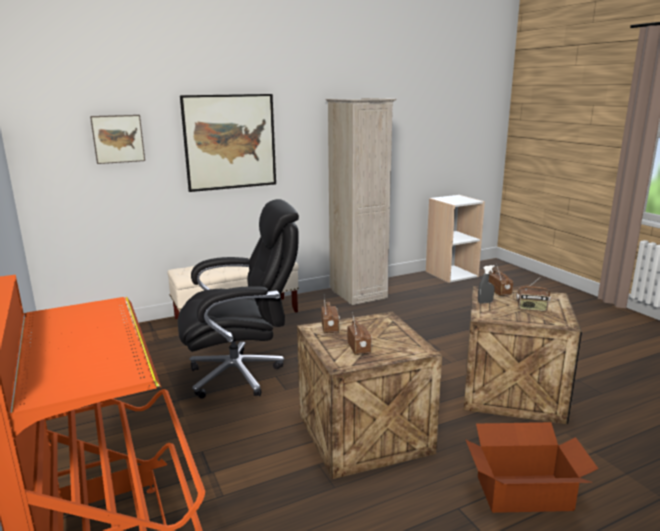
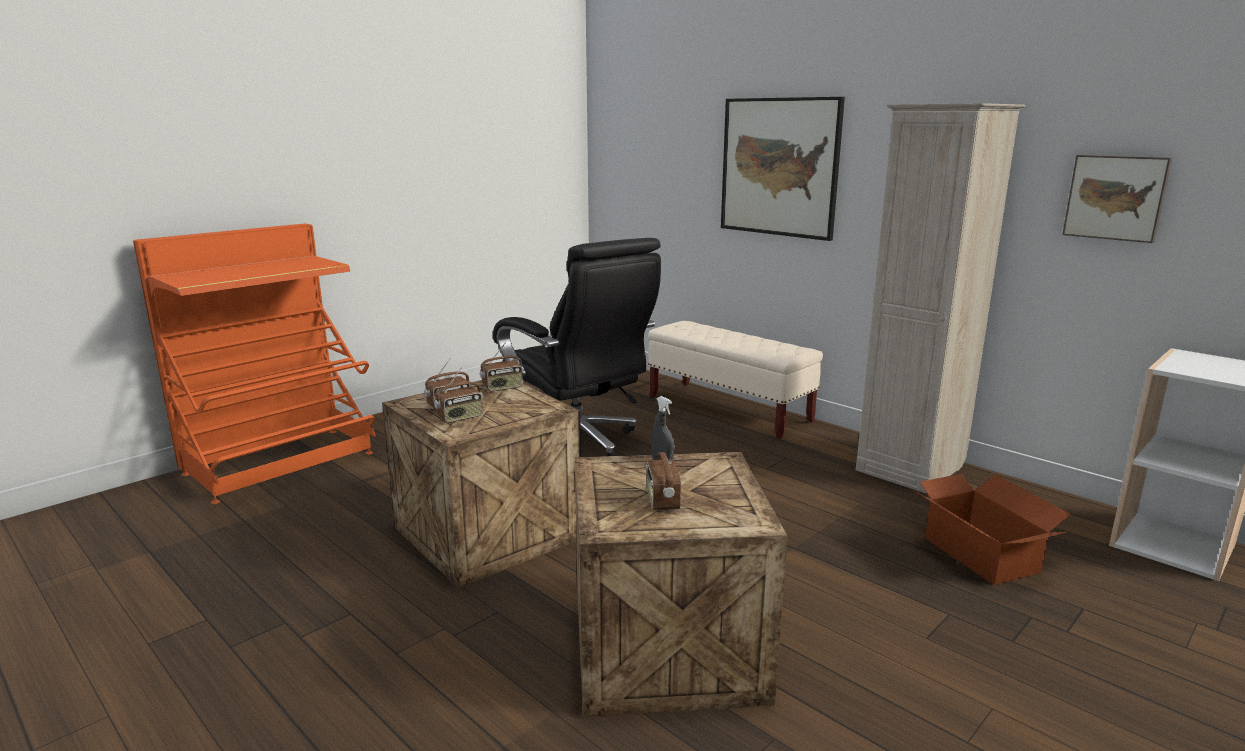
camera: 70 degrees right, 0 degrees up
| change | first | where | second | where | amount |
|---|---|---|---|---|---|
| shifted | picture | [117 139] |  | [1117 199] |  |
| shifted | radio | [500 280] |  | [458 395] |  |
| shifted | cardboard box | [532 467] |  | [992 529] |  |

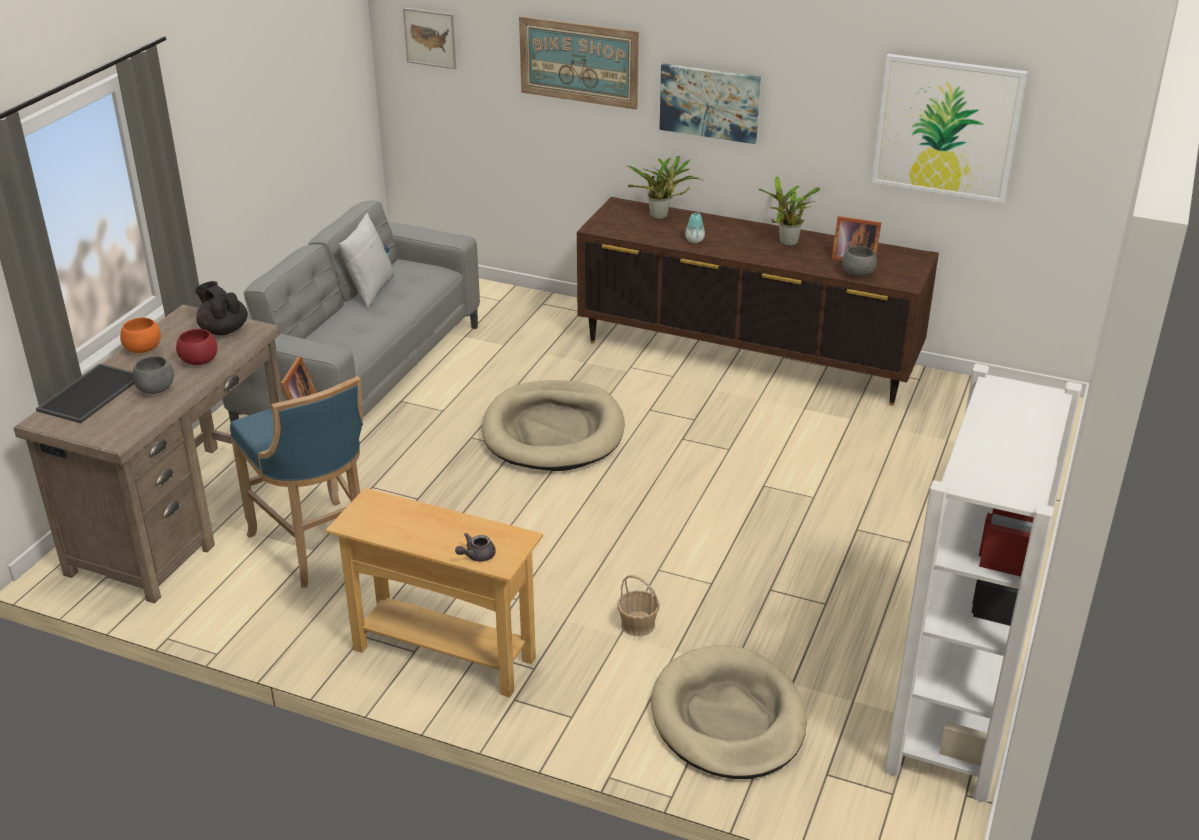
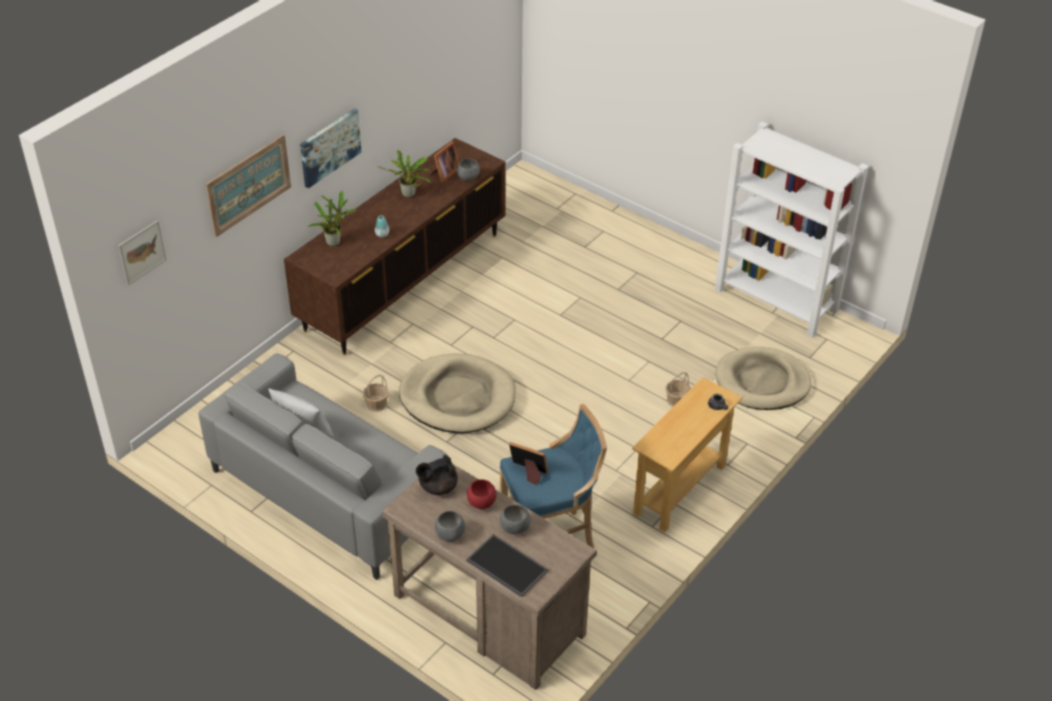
camera: 75 degrees left, 10 degrees up
| change | first | where | second | where | amount |
|---|---|---|---|---|---|
| gone | picture | [949 128] |  |  |  |
| repainted | orangey serving bowl | [140 335] | greyish serving bowl | [450 526] |  |
| new |  |  | basket | [376 393] |  |

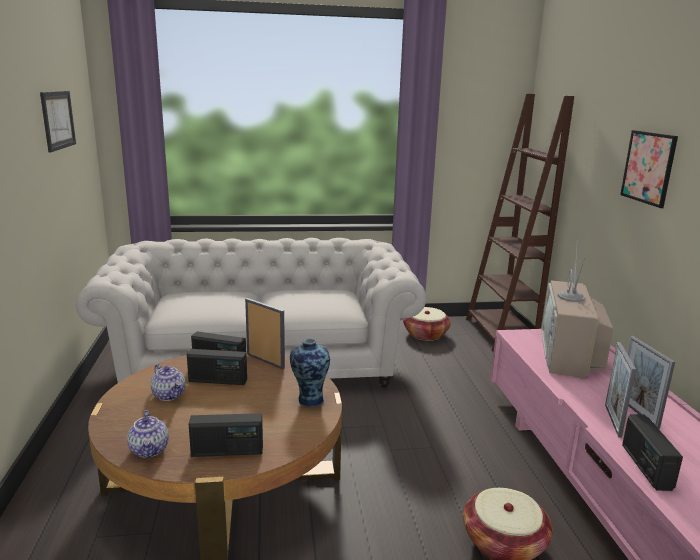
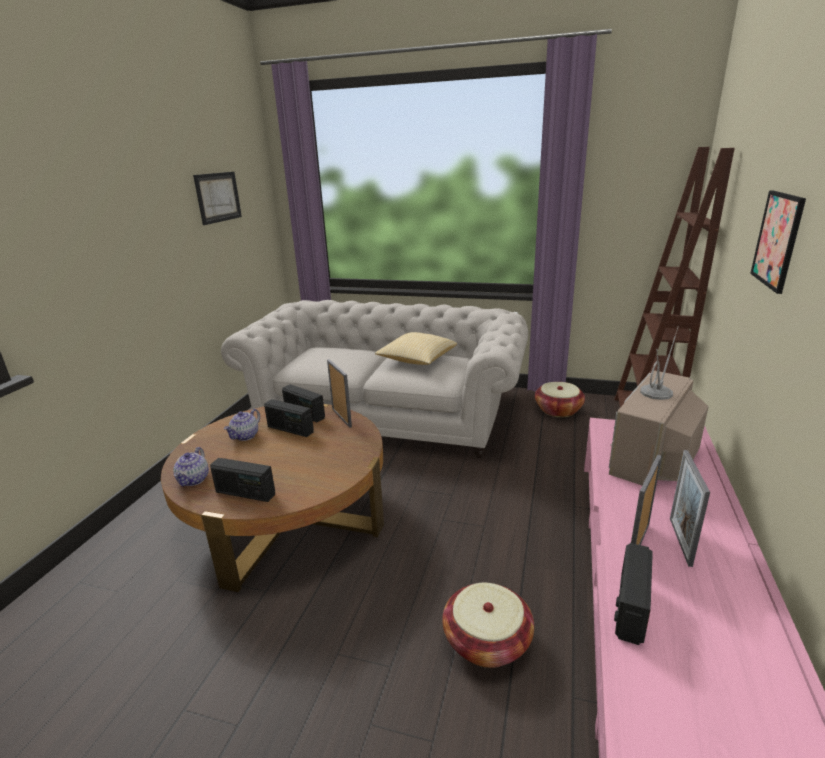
camera: 25 degrees right, 5 degrees up
| change | first | where | second | where | amount |
|---|---|---|---|---|---|
| gone | flower vase | [310 372] |  |  |  |
| rotated | teapot | [168 382] |  | [242 425] | 45 degrees clockwise |
| new |  |  | throw pillow | [416 348] |  |

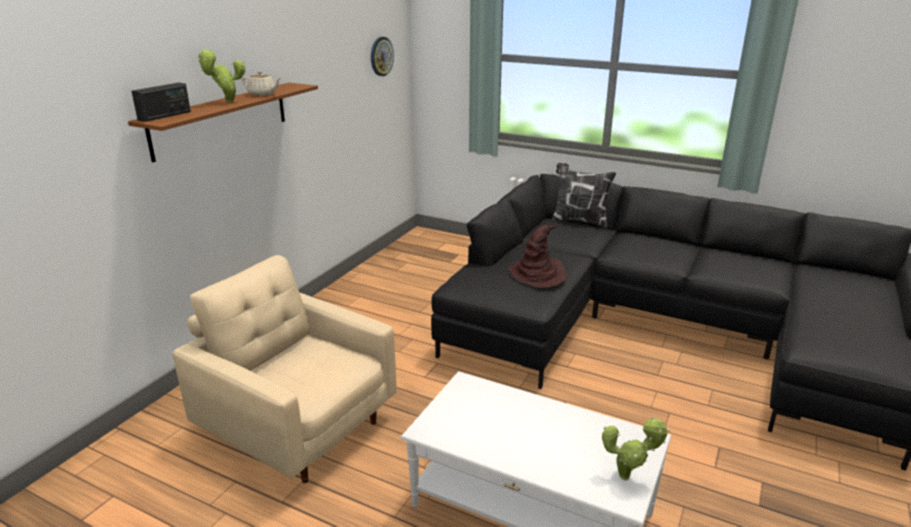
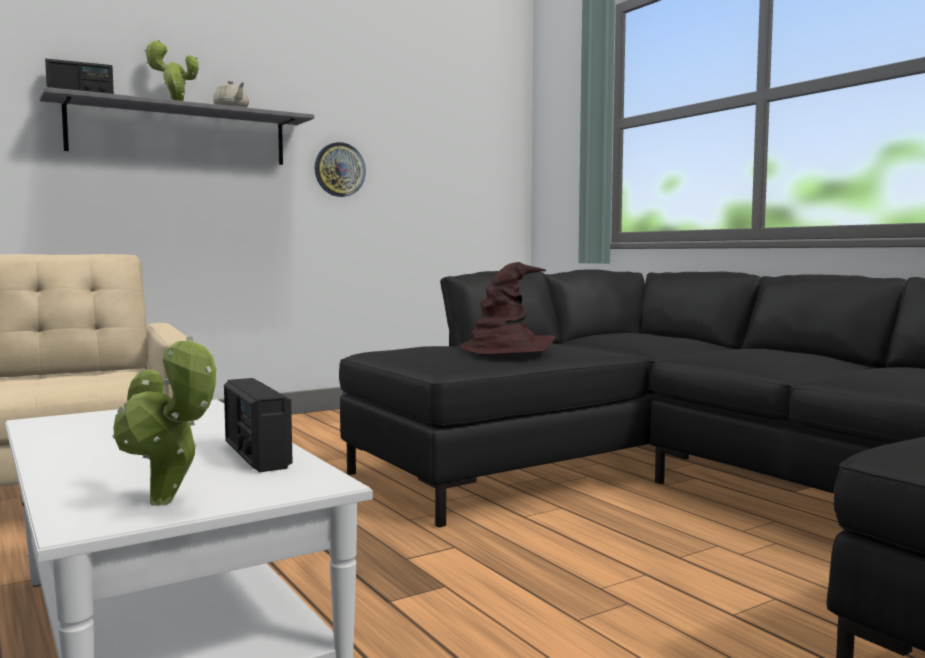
camera: 30 degrees right, 20 degrees down
| change | first | where | second | where | amount |
|---|---|---|---|---|---|
| shifted | clock on the wall | [382 56] |  | [340 169] |  |
| repainted | brown bracket shelf | [223 122] | greyish bracket shelf | [176 126] |  |
| gone | throw pillow | [584 195] |  |  |  |
| new |  |  | radio | [258 425] |  |

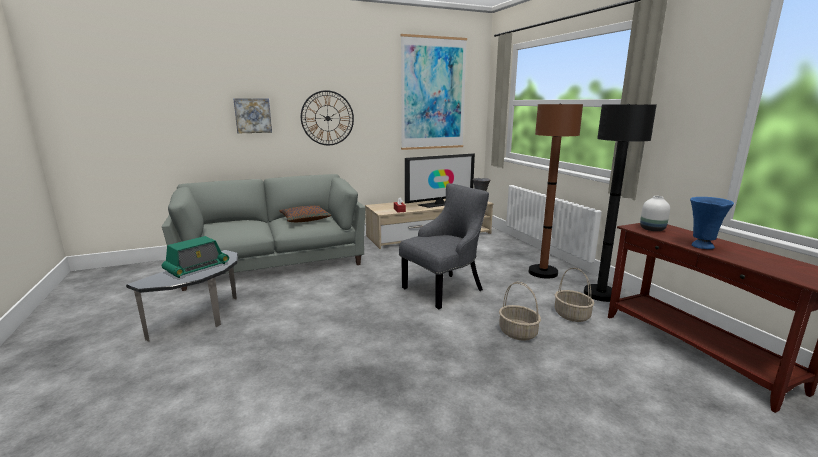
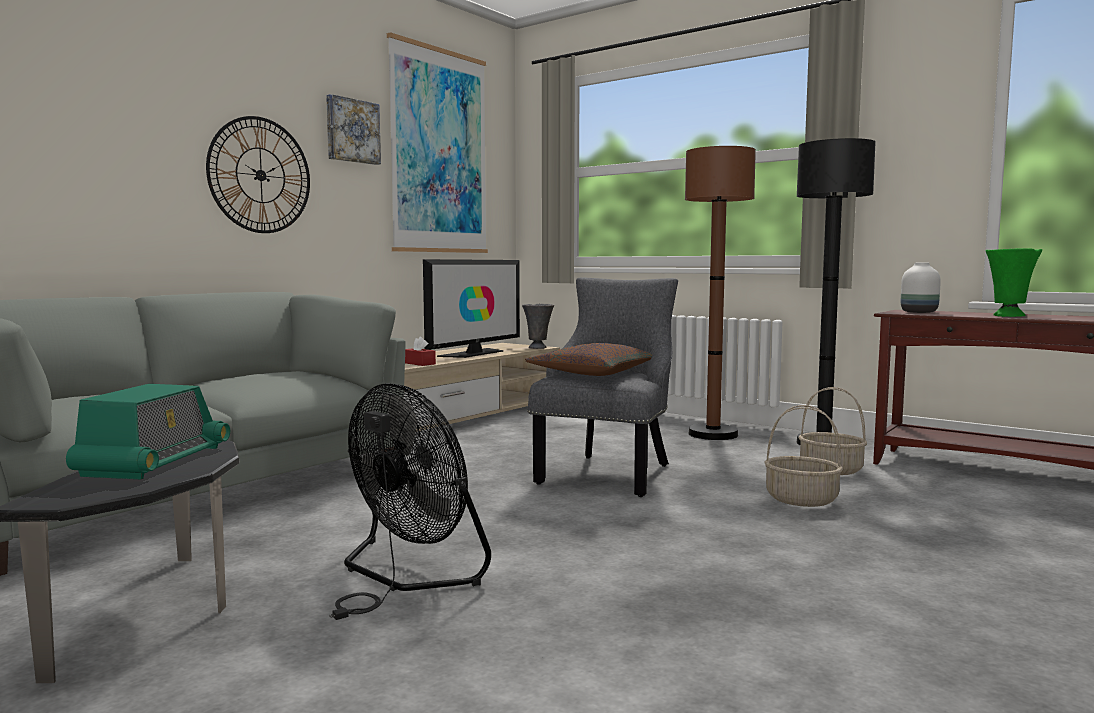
camera: 30 degrees left, 10 degrees down
| change | first | where | second | where | amount |
|---|---|---|---|---|---|
| shifted | picture | [252 115] |  | [353 129] |  |
| repainted | blue-coloured flower vase | [712 223] | greenish flower vase | [1014 282] |  |
| shifted | brown throw pillow | [305 214] |  | [588 359] |  |
| new |  |  | blackish electric fan | [410 501] |  |

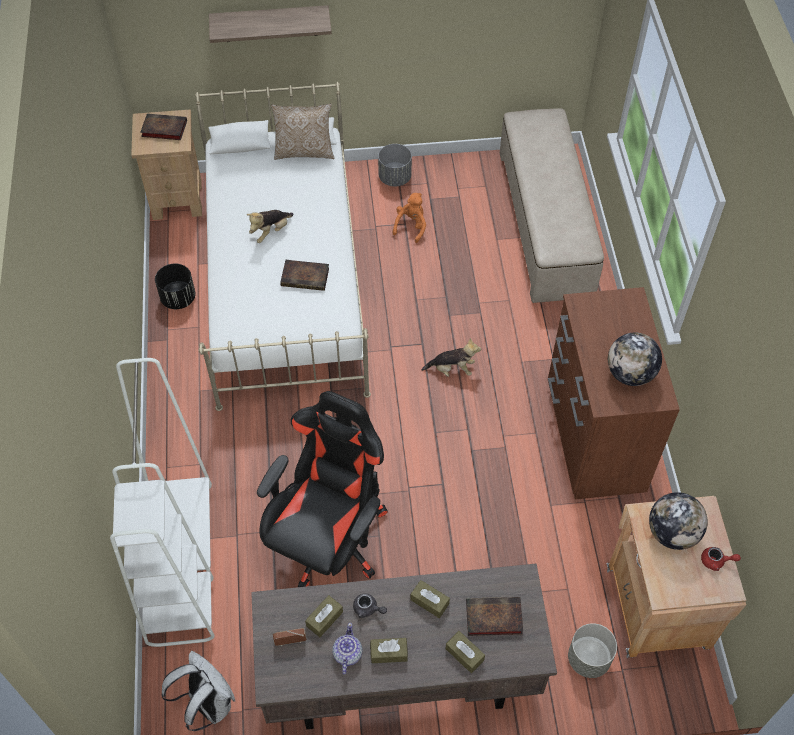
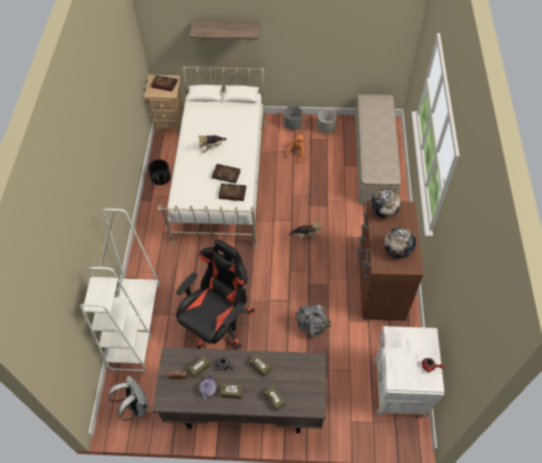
camera: 10 degrees right, 0 degrees up
| change | first | where | second | where | amount |
|---|---|---|---|---|---|
| gone | throw pillow | [303 132] |  |  |  |
| shifted | world globe | [678 521] |  | [386 203] |  |
| repainted | brown trolley | [676 577] | white-coloured trolley | [409 371] |  |
| shifted | bound book | [494 616] |  | [232 192] |  |
| shifted | greyish plant pot | [592 650] |  | [327 121] |  |
| new |  |  | greyish rucksack | [313 321] |  |

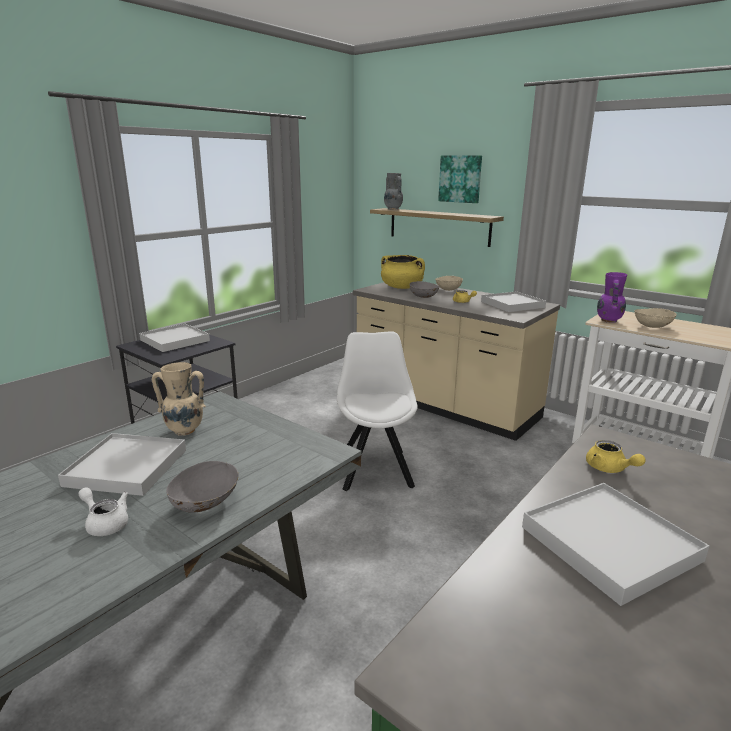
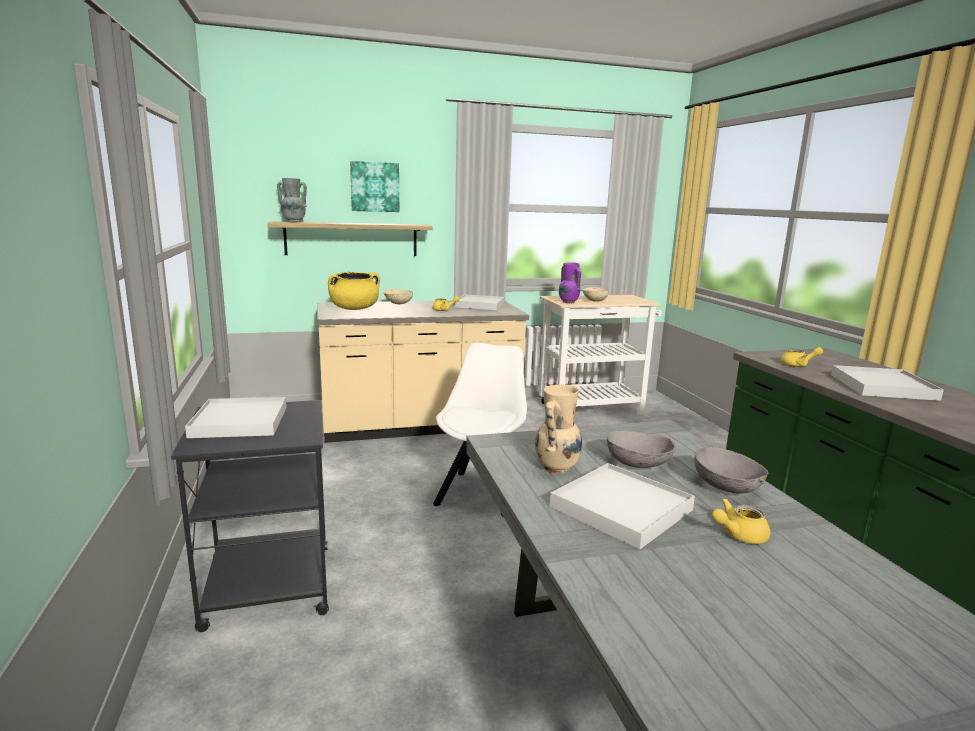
camera: 55 degrees left, 5 degrees down
| change | first | where | second | where | amount |
|---|---|---|---|---|---|
| shifted | greyish serving bowl | [424 289] |  | [641 449] |  |
| rotated | white-coloured upright chair | [377 411] |  | [480 430] | 75 degrees clockwise |
| repainted | white-coloured teapot | [103 511] | yellow teapot | [741 521] |  |

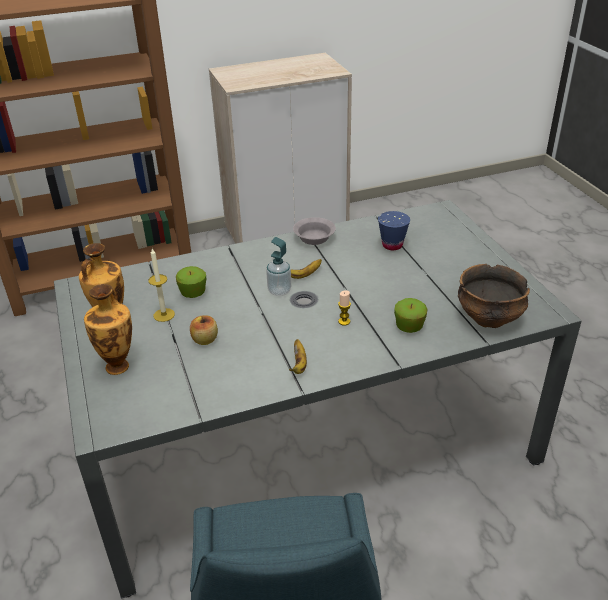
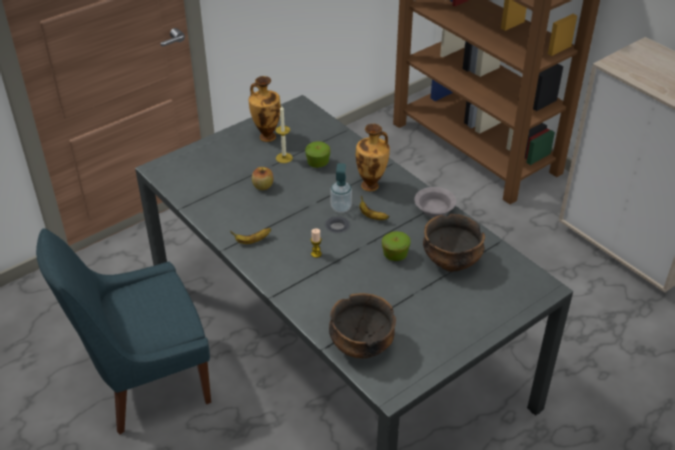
camera: 70 degrees right, 5 degrees up
| change | first | where | second | where | amount |
|---|---|---|---|---|---|
| swapped | blue-coloured small cup | [394 230] | serving bowl | [454 243] |  |
| shifted | flower vase | [108 329] |  | [373 157] |  |
| shifted | apple | [410 315] |  | [396 246] |  |

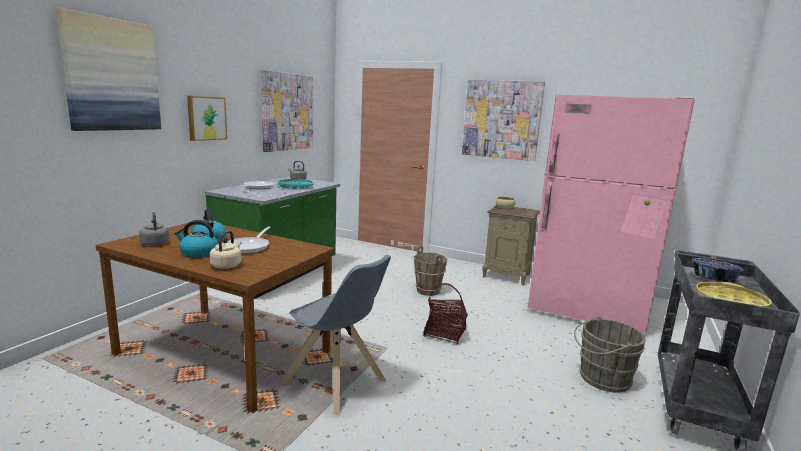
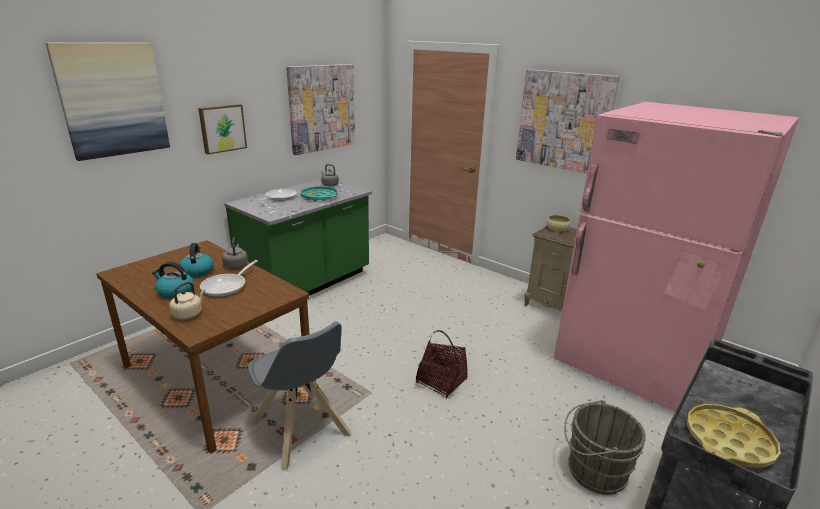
camera: 15 degrees right, 10 degrees up
| change | first | where | second | where | amount |
|---|---|---|---|---|---|
| shifted | greyish water kettle | [154 229] |  | [235 253] |  |
| gone | brown water bucket | [431 271] |  |  |  |
| gone | serving bowl | [718 270] |  |  |  |

